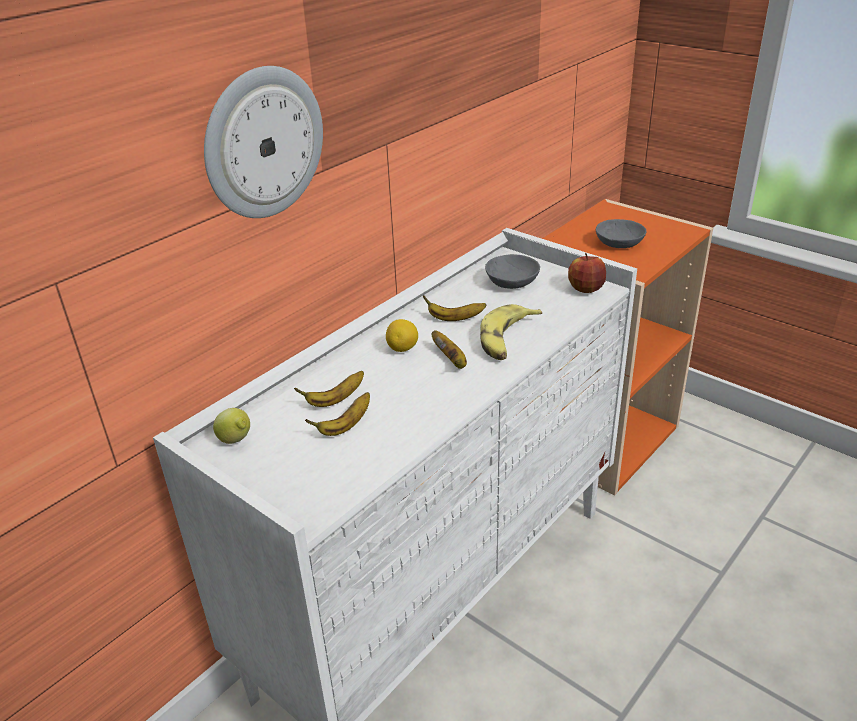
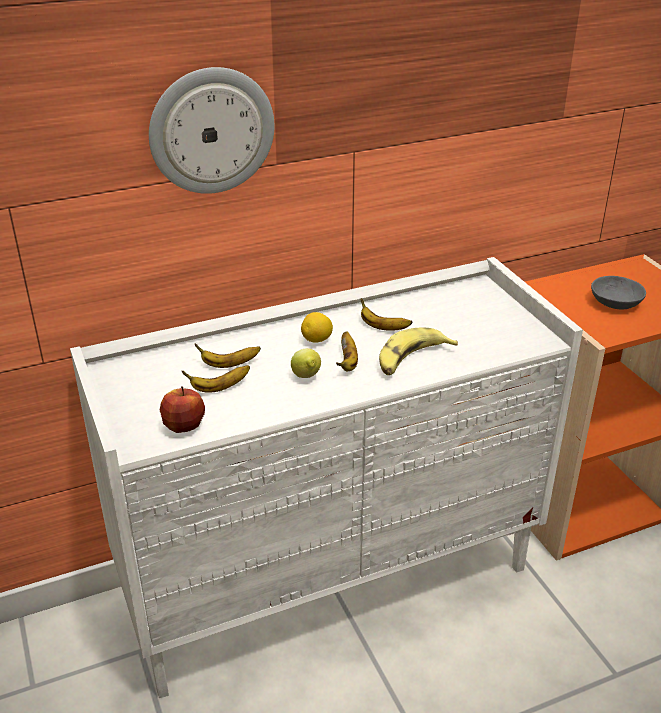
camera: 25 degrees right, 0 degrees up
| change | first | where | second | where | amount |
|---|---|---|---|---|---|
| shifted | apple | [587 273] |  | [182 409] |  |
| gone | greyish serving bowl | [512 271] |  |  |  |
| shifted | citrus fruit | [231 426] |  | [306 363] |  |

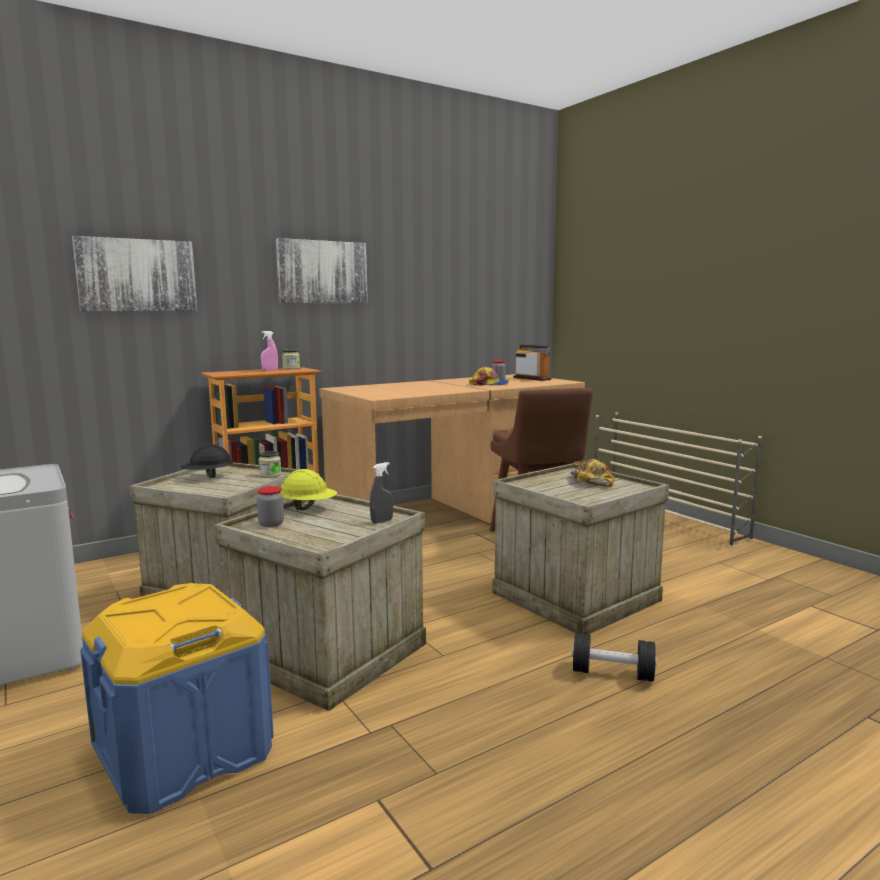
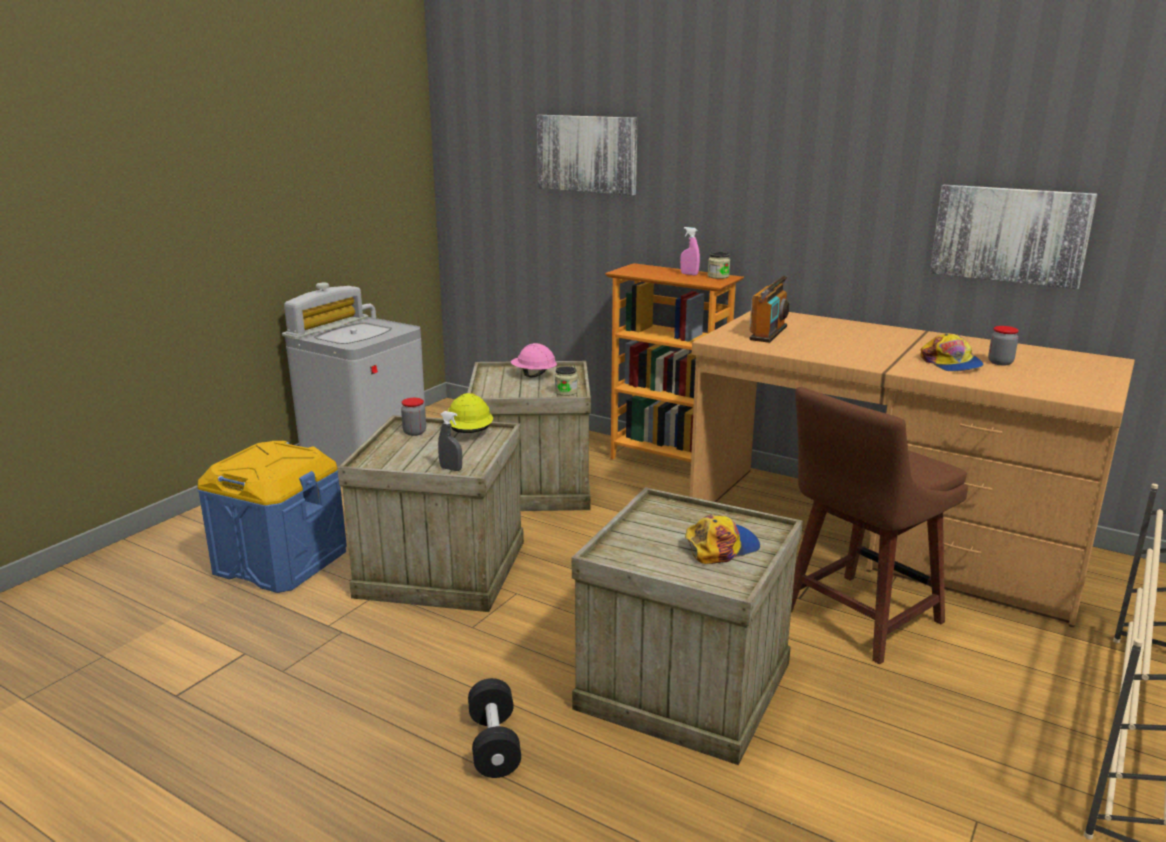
camera: 65 degrees right, 10 degrees up
| change | first | where | second | where | amount |
|---|---|---|---|---|---|
| shifted | picture | [322 270] |  | [1014 237] |  |
| shifted | radio | [532 363] |  | [769 309] |  |
| repainted | blackish work helmet | [207 461] | pinkish work helmet | [534 360] |  |

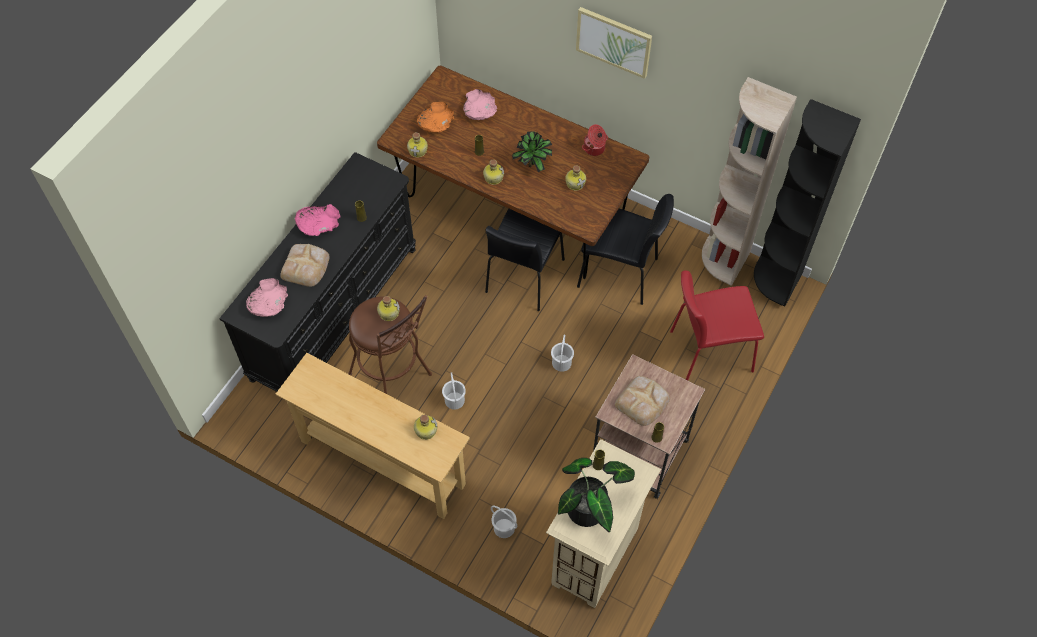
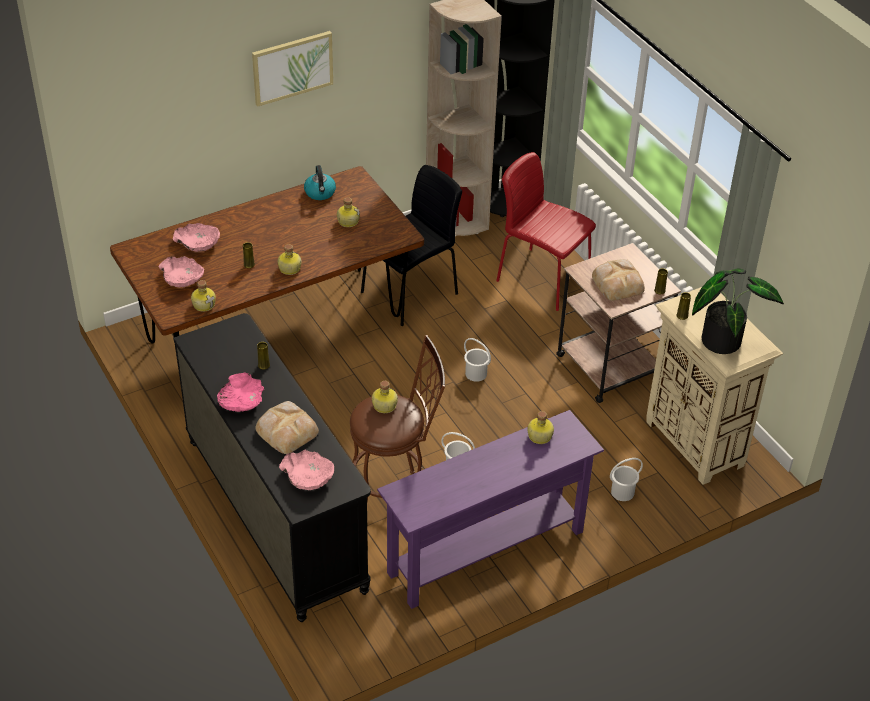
camera: 60 degrees left, 15 degrees down
| change | first | where | second | where | amount |
|---|---|---|---|---|---|
| repainted | orangey serving bowl | [435 117] | pinkish serving bowl | [181 272] |  |
| swapped | stockpot | [595 140] | water kettle | [320 182] |  |
| gone | potted plant | [532 151] |  |  |  |
| gone | blackish upright chair | [525 260] |  |  |  |
| rotated | red upright chair | [717 325] |  | [546 231] | 105 degrees clockwise |
| repainted | sand-coloured narrow table | [373 436] | purplish narrow table | [490 509] |  |

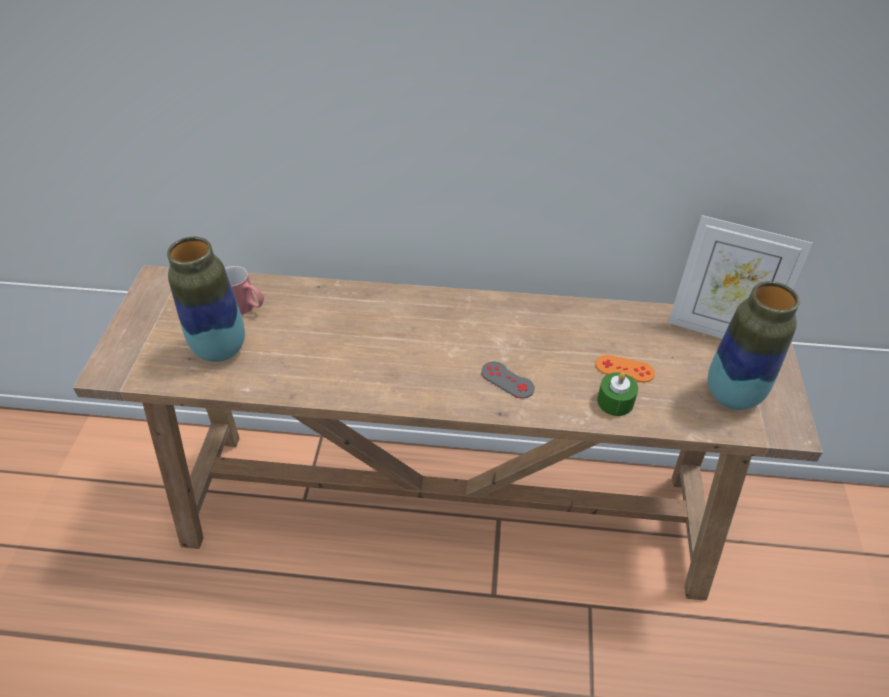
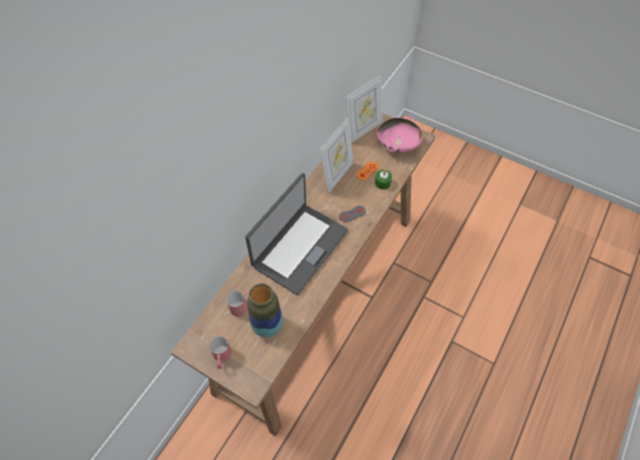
camera: 65 degrees left, 10 degrees up
| change | first | where | second | where | amount |
|---|---|---|---|---|---|
| swapped | flower vase | [754 345] | pinkish serving bowl | [400 134] |  |
| new |  |  | standing frame | [337 156] |  |
| new |  |  | laptop | [296 234] |  |
| new |  |  | red coffee mug | [220 352] |  |

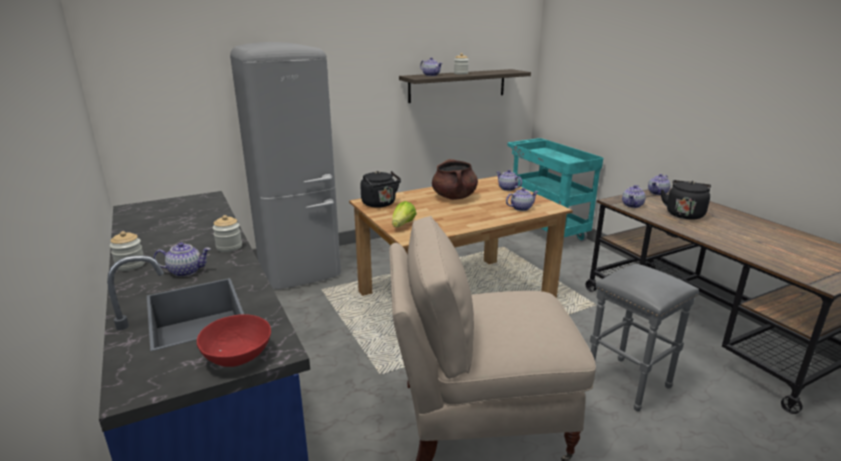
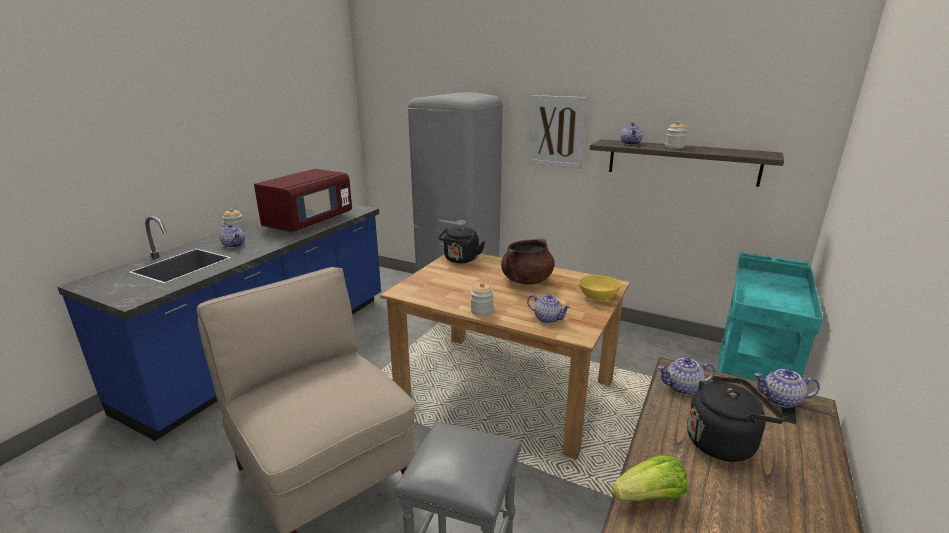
camera: 55 degrees right, 0 degrees up
| change | first | where | second | where | amount |
|---|---|---|---|---|---|
| swapped | teapot | [509 180] | yellow serving bowl | [600 288] |  |
| shifted | lettuce | [404 214] |  | [650 477] |  |
| shifted | preserve jar | [227 233] |  | [482 299] |  |
| gone | red serving bowl | [234 340] |  |  |  |
| new |  |  | picture | [558 132] |  |
| new |  |  | red microwave | [303 201] |  |

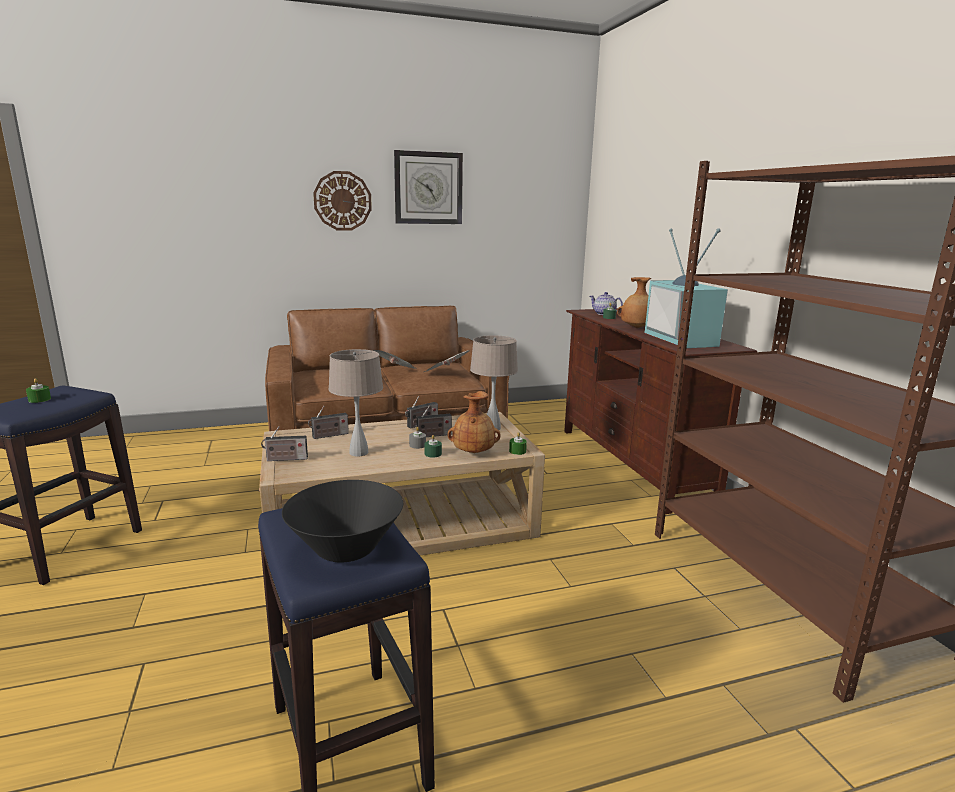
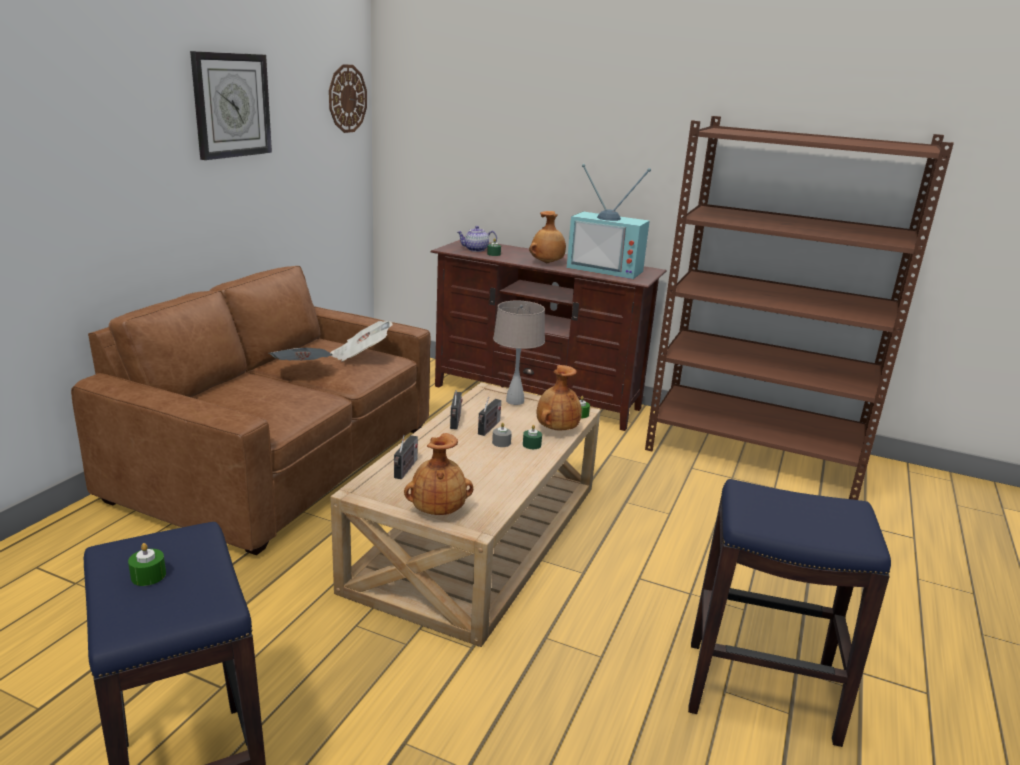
camera: 50 degrees left, 5 degrees up
| change | first | where | second | where | amount |
|---|---|---|---|---|---|
| shifted | clock on the wall | [342 201] |  | [348 98] |  |
| gone | sand-coloured tabletop lamp | [356 403] |  |  |  |
| swapped | radio | [284 443] | brown flower vase | [438 474] |  |
| gone | blackish serving bowl | [342 521] |  |  |  |

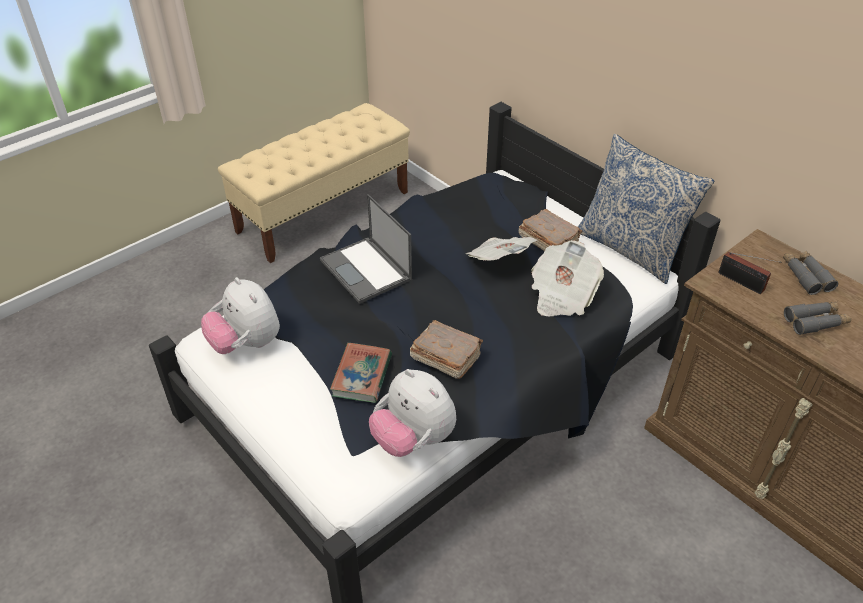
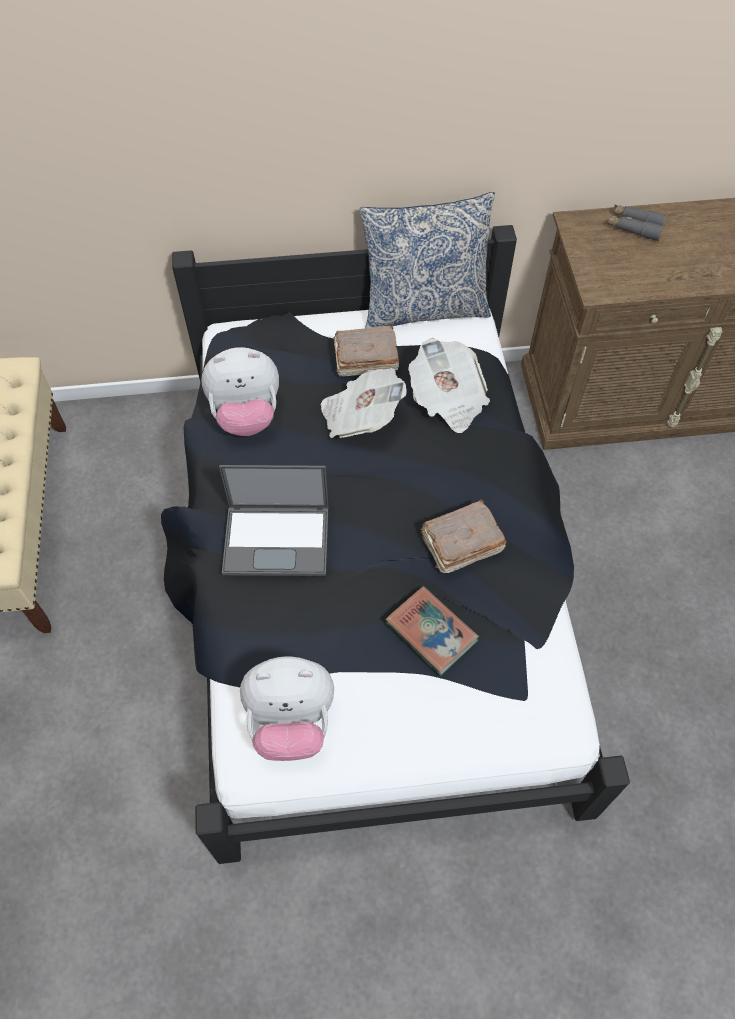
camera: 55 degrees left, 15 degrees up
| change | first | where | second | where | amount |
|---|---|---|---|---|---|
| gone | radio | [749 273] |  |  |  |
| gone | greyish pair of binoculars | [817 318] |  |  |  |
| shifted | cuddly toy | [412 413] |  | [240 391] |  |

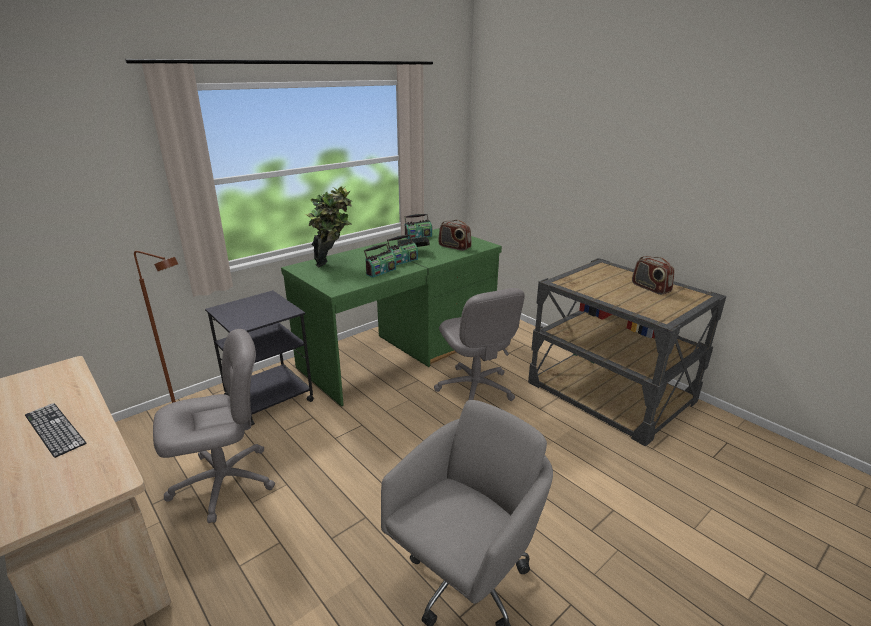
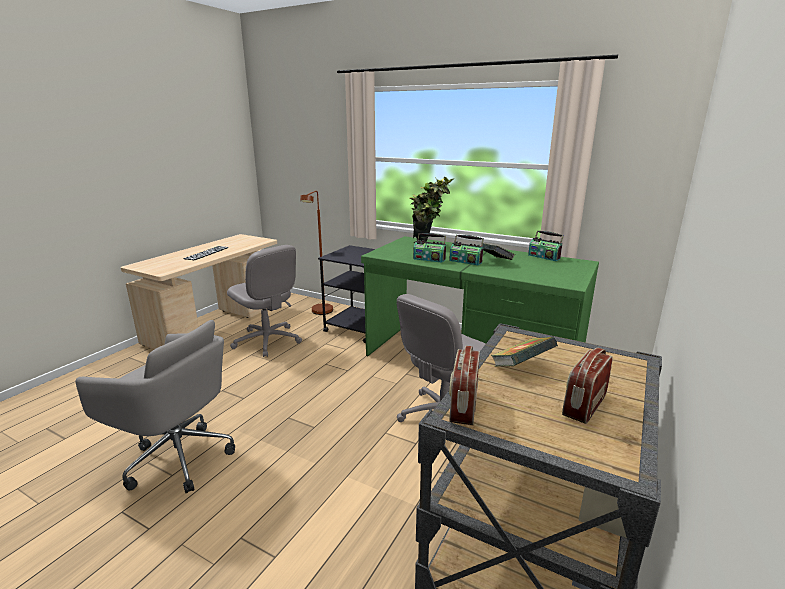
camera: 70 degrees right, 5 degrees down
| change | first | where | second | where | amount |
|---|---|---|---|---|---|
| shifted | radio | [455 235] |  | [464 385] |  |
| new |  |  | bound book | [524 351] |  |

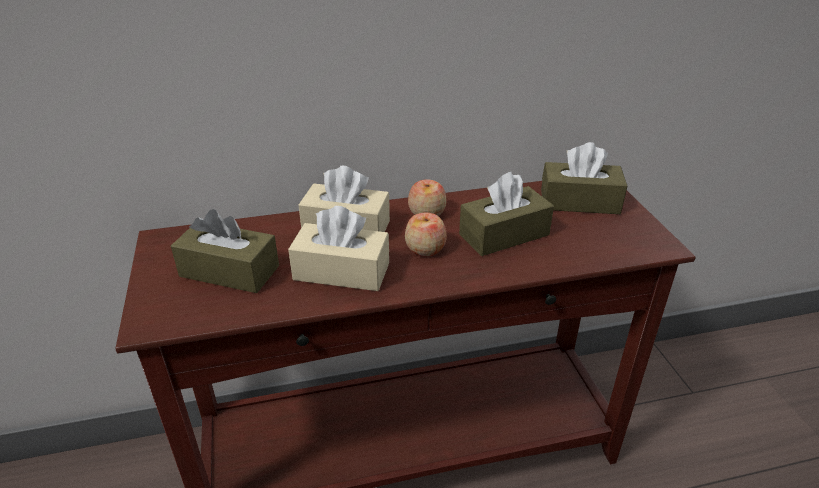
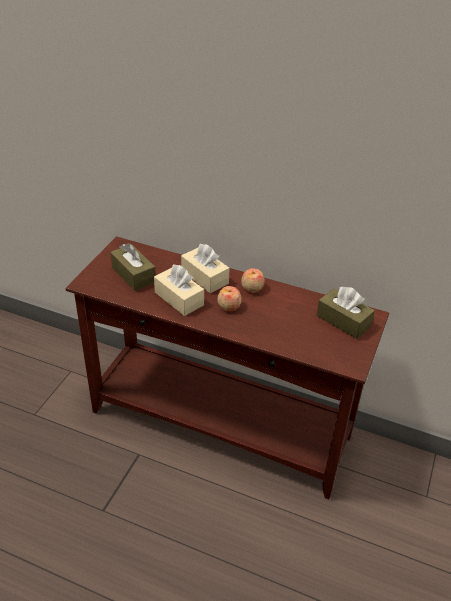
camera: 35 degrees right, 5 degrees up
| change | first | where | second | where | amount |
|---|---|---|---|---|---|
| gone | brown box of tissues | [506 214] |  |  |  |

